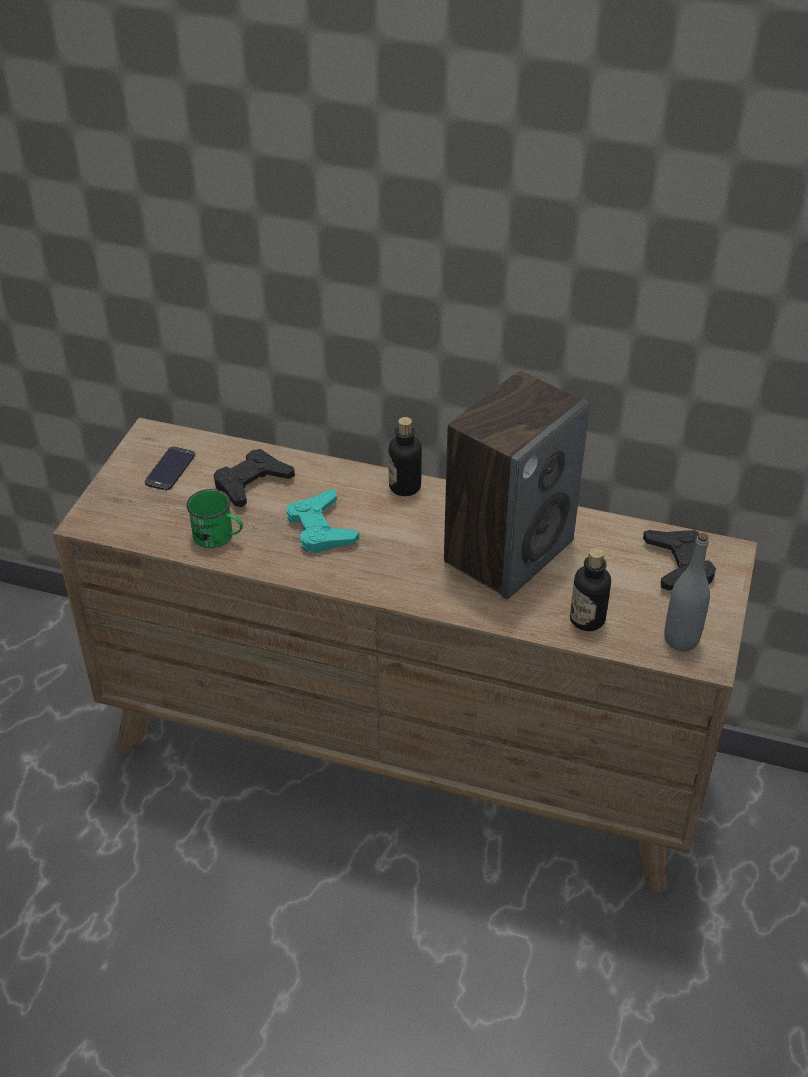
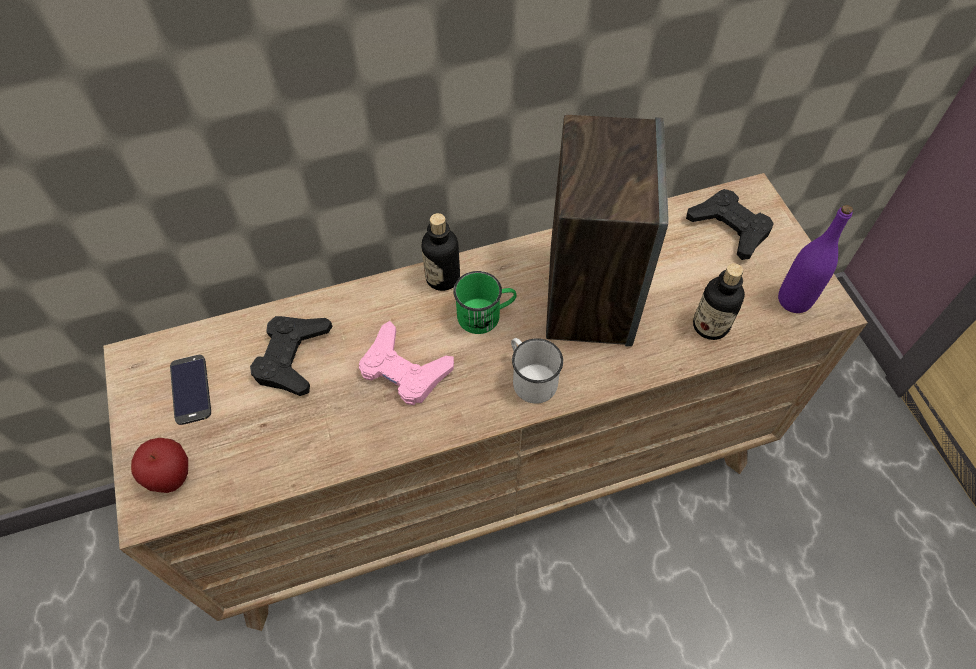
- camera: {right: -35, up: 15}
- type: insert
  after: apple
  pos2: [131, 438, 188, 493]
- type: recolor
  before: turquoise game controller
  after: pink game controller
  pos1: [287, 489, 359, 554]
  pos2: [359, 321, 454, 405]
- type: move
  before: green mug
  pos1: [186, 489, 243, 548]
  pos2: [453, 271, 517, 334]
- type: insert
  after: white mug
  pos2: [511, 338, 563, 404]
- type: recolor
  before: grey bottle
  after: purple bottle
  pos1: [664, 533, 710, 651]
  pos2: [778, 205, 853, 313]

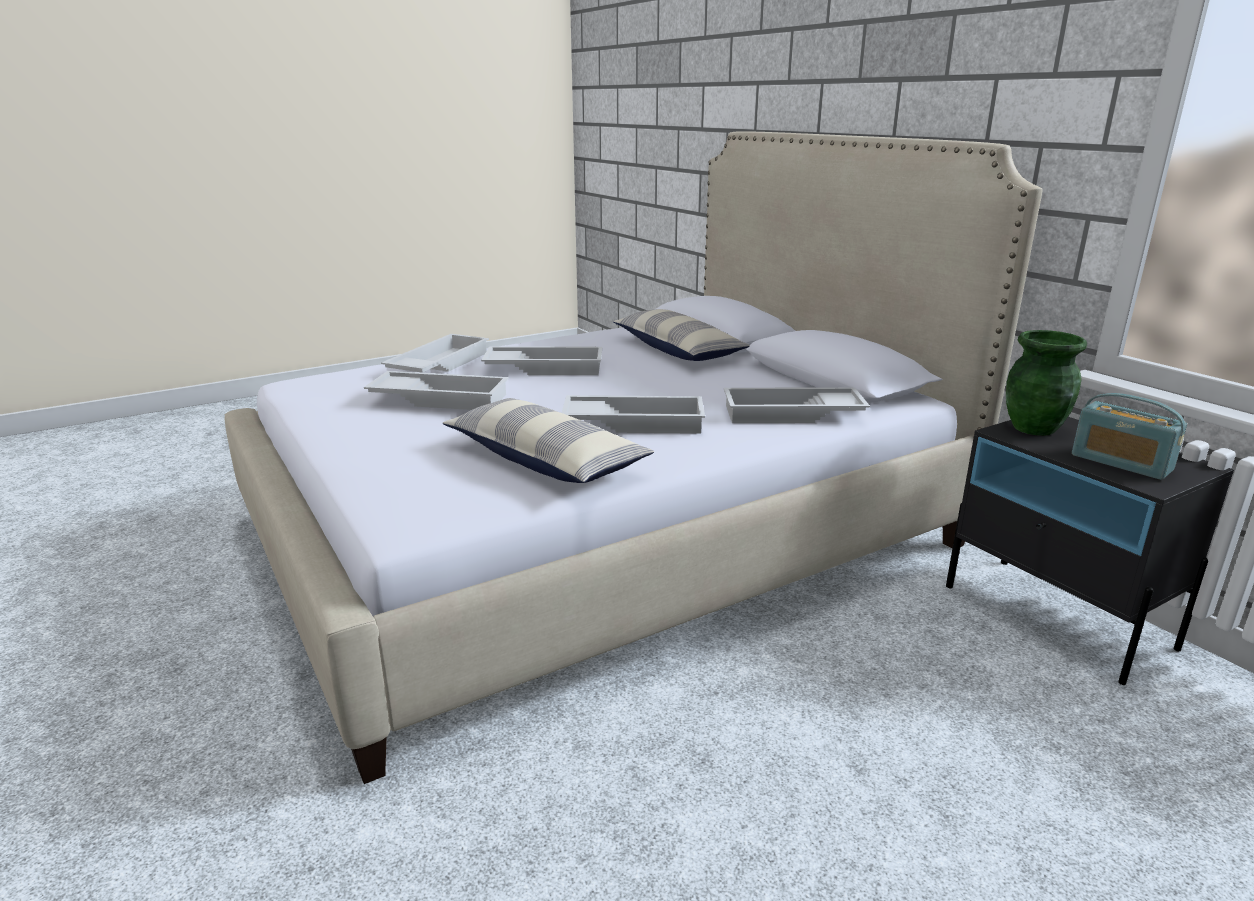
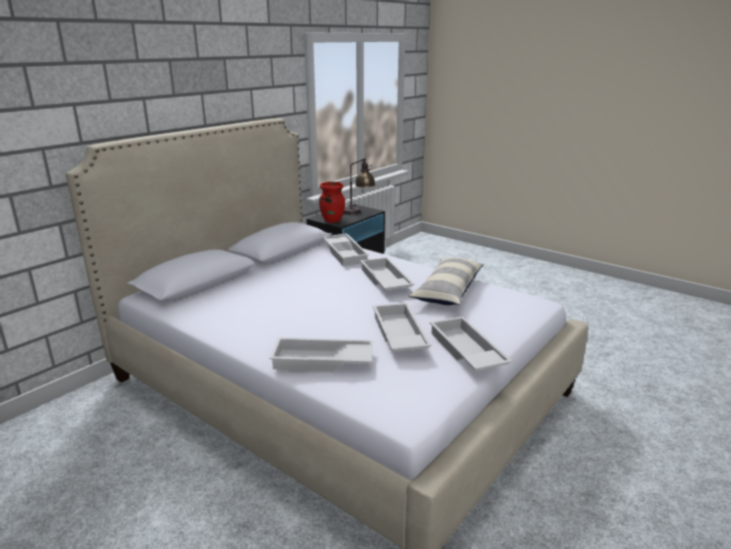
- camera: {right: -110, up: 0}
- type: recolor
  before: green vase
  after: red vase
  pos1: [1006, 330, 1087, 436]
  pos2: [319, 182, 345, 223]
- type: replace
  before: radio
  after: table lamp
  pos1: [1072, 393, 1187, 480]
  pos2: [343, 158, 376, 215]
- type: move
  before: white tray
  pos1: [481, 346, 603, 375]
  pos2: [430, 316, 512, 371]
- type: delete
  before: pillow
  pos1: [613, 309, 750, 361]

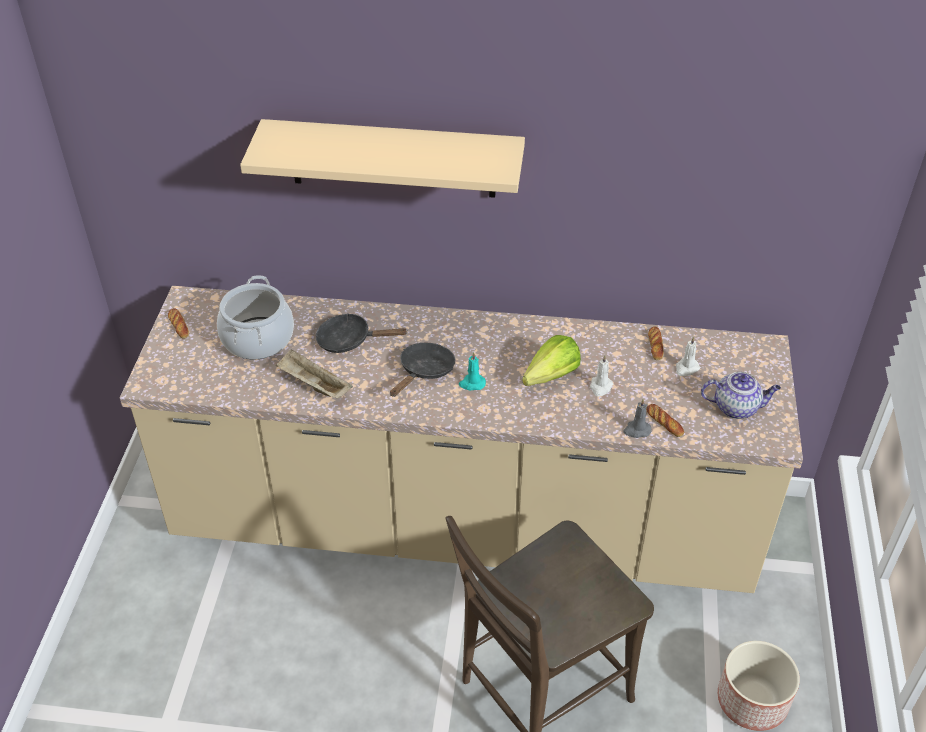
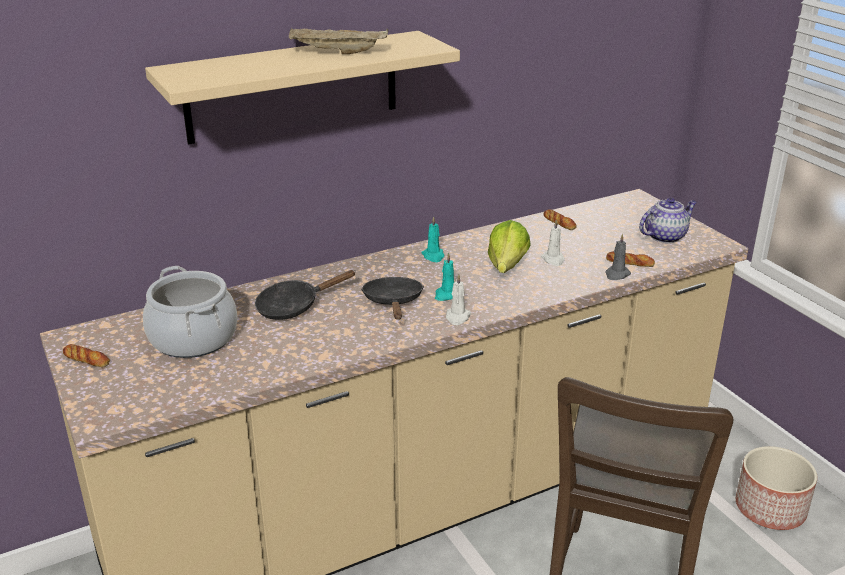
- camera: {right: -35, up: -15}
- type: move
  before: beige tray
  pos1: [276, 349, 353, 399]
  pos2: [289, 28, 388, 54]
- type: insert
  after: turquoise candle
  pos2: [421, 216, 444, 262]
- type: move
  before: white candle
  pos1: [676, 336, 700, 376]
  pos2: [446, 274, 471, 325]

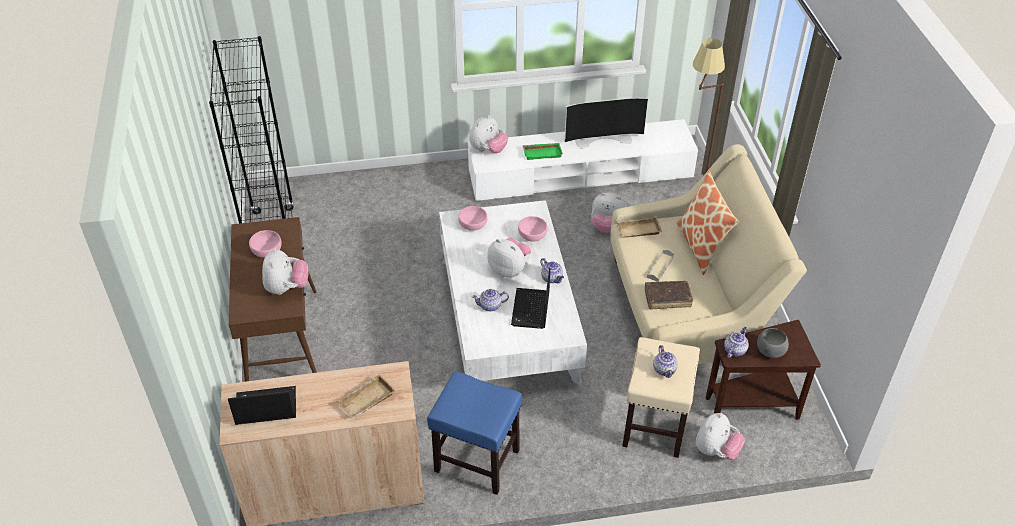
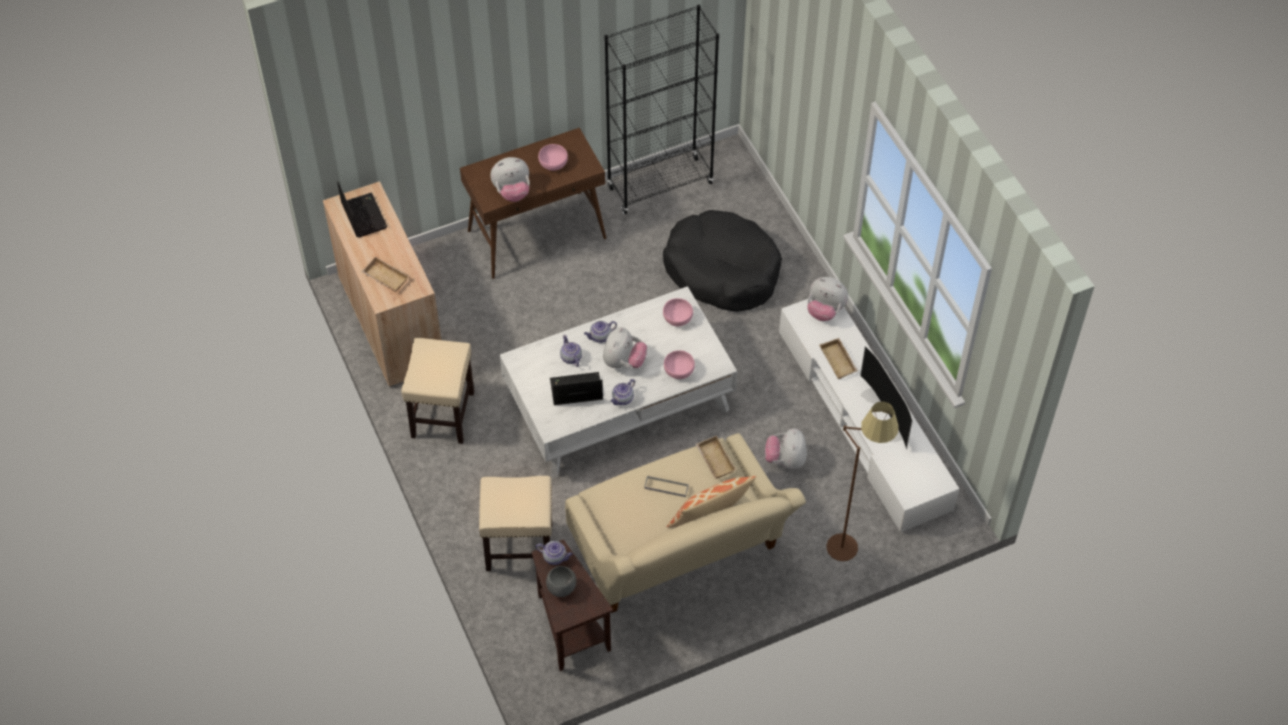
- camera: {right: 75, up: 10}
- type: recolor
  before: blue stool
  after: beige stool
  pos1: [427, 371, 522, 495]
  pos2: [401, 337, 474, 444]
- type: move
  before: teapot
  pos1: [653, 345, 678, 378]
  pos2: [584, 321, 617, 343]
- type: insert
  after: black dog bed
  pos2: [663, 210, 782, 312]
- type: recolor
  before: green tray
  after: beige tray
  pos1: [523, 143, 563, 160]
  pos2: [819, 338, 858, 379]
- type: delete
  before: brown book
  pos1: [645, 281, 693, 310]
- type: delete
  before: plush toy
  pos1: [696, 413, 745, 460]

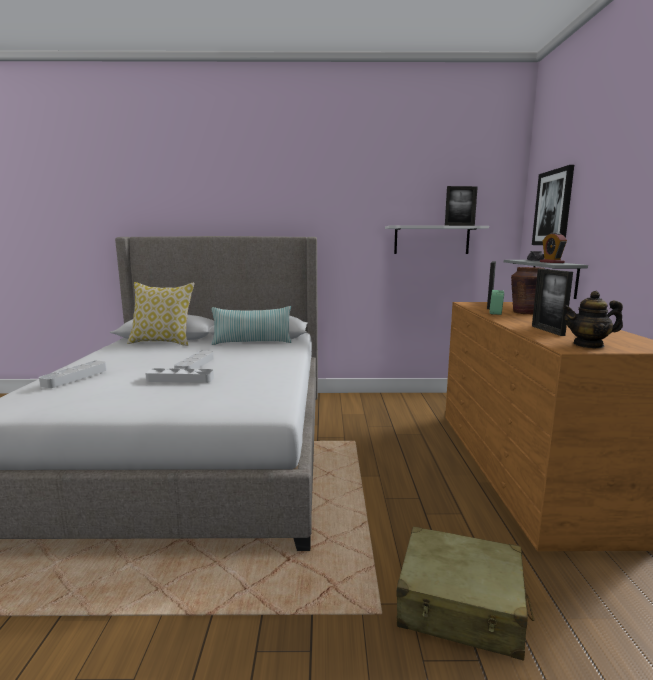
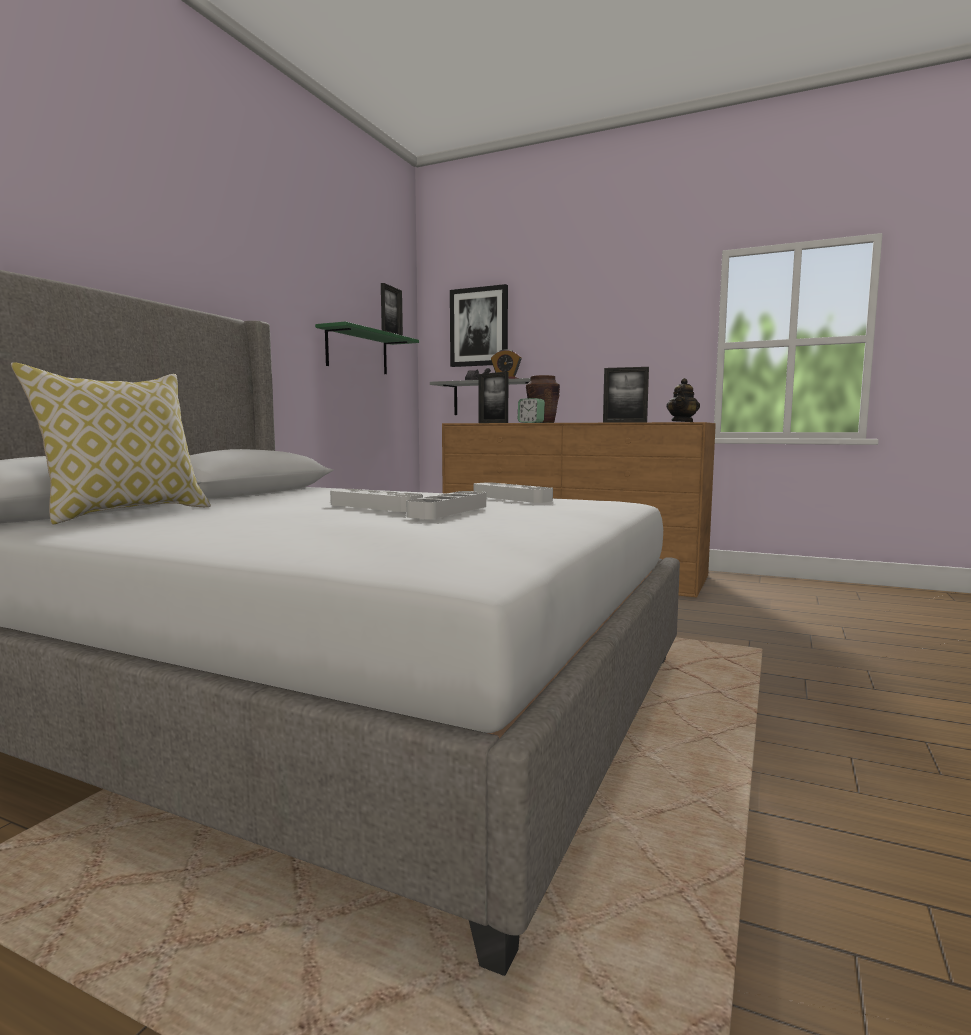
- camera: {right: -65, up: -5}
- type: recolor
  before: white shelf
  after: green shelf
  pos1: [385, 226, 489, 254]
  pos2: [315, 321, 419, 374]
- type: move
  before: grey tray
  pos1: [39, 361, 107, 388]
  pos2: [474, 482, 553, 503]
- type: delete
  before: pillow
  pos1: [211, 306, 291, 345]
- type: delete
  before: beige suitcase
  pos1: [396, 526, 534, 661]

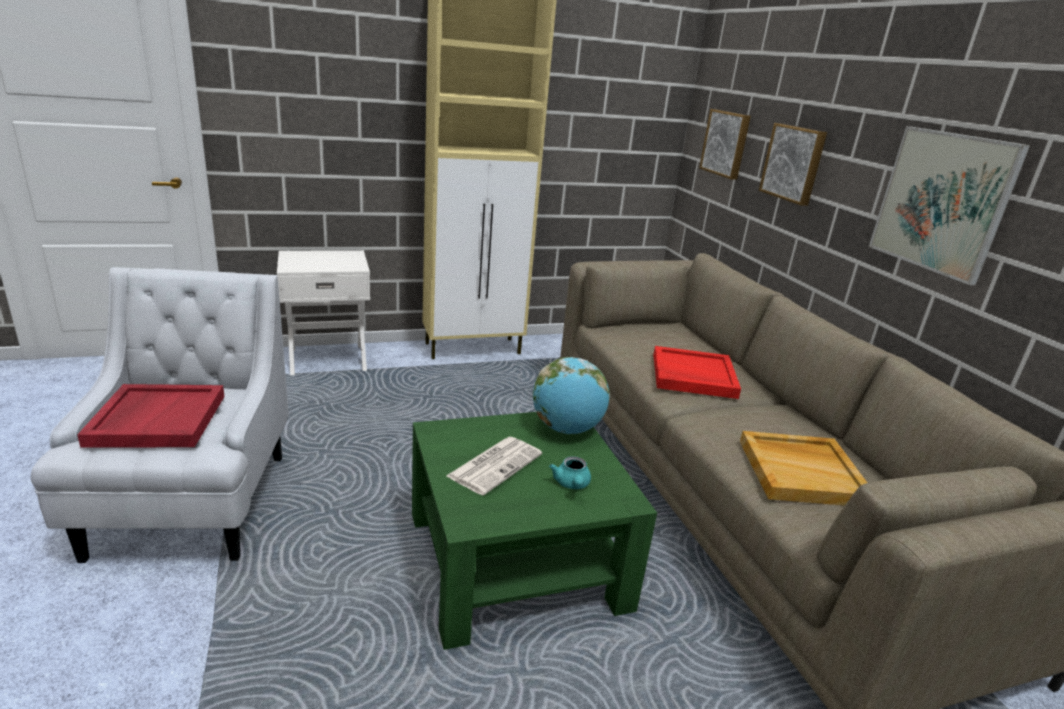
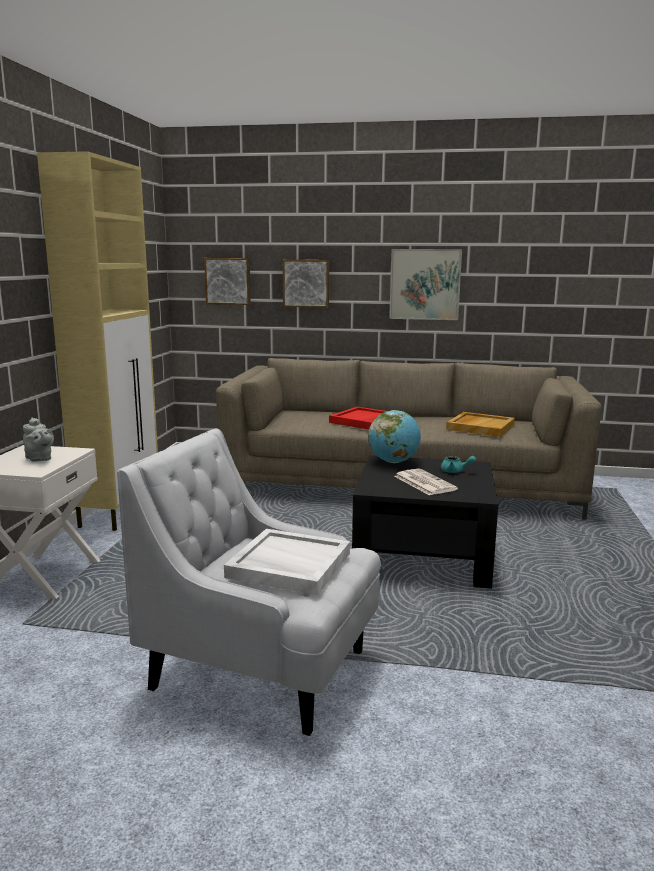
- camera: {right: -60, up: -10}
- type: insert
  after: grey teapot
  pos2: [23, 418, 54, 462]
- type: recolor
  before: red tray
  after: white tray
  pos1: [77, 384, 225, 448]
  pos2: [224, 529, 350, 595]
- type: recolor
  before: green coffee table
  after: black coffee table
  pos1: [412, 412, 657, 650]
  pos2: [352, 455, 498, 589]

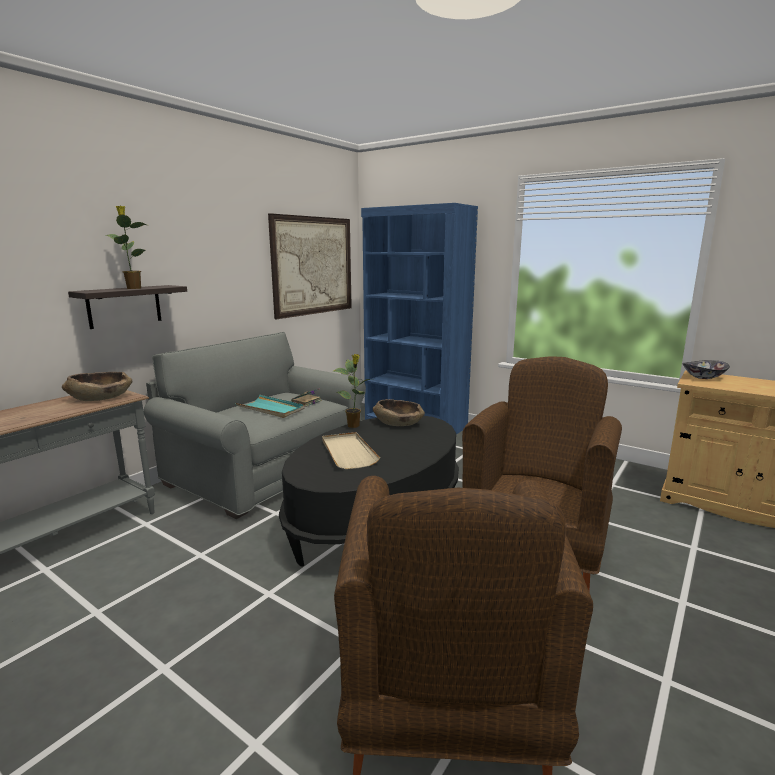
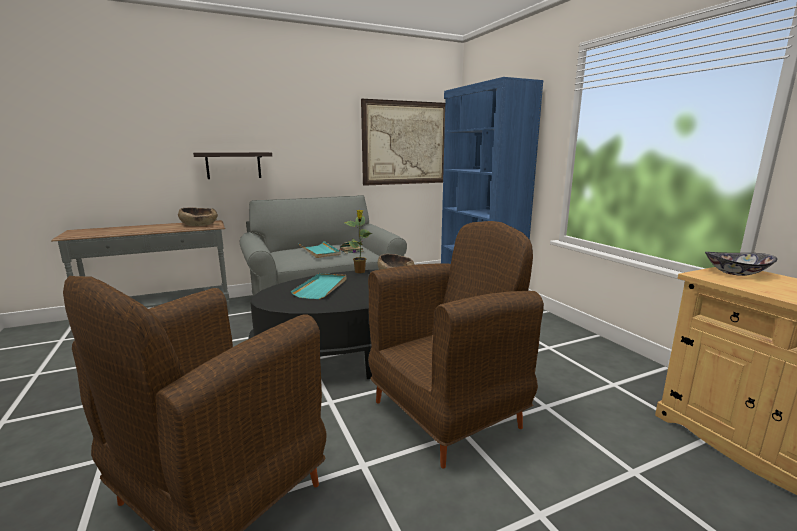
- camera: {right: 30, up: 0}
- type: recolor
  before: beige tray
  after: turquoise tray
  pos1: [322, 432, 380, 469]
  pos2: [291, 273, 346, 299]
- type: delete
  before: potted plant
  pos1: [106, 206, 147, 289]

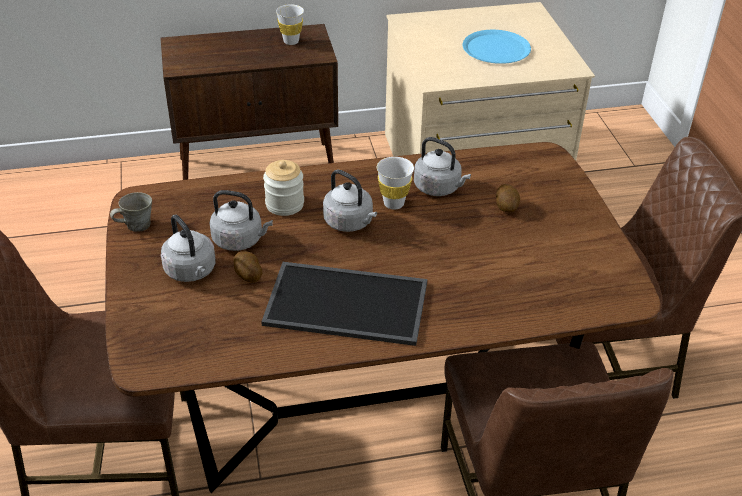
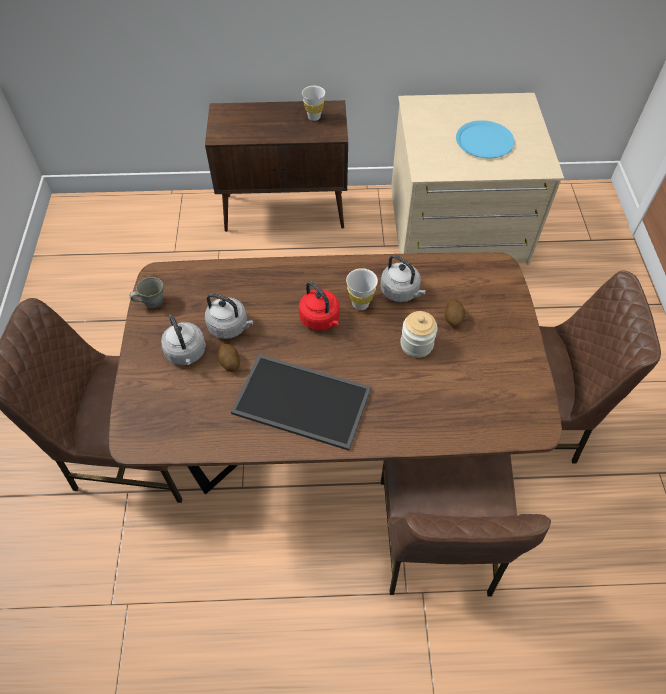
- camera: {right: 10, up: 15}
- type: recolor
  before: grey kettle
  after: red kettle
  pos1: [323, 170, 377, 232]
  pos2: [299, 281, 340, 331]
- type: move
  before: jar
  pos1: [263, 160, 304, 216]
  pos2: [400, 311, 438, 358]

